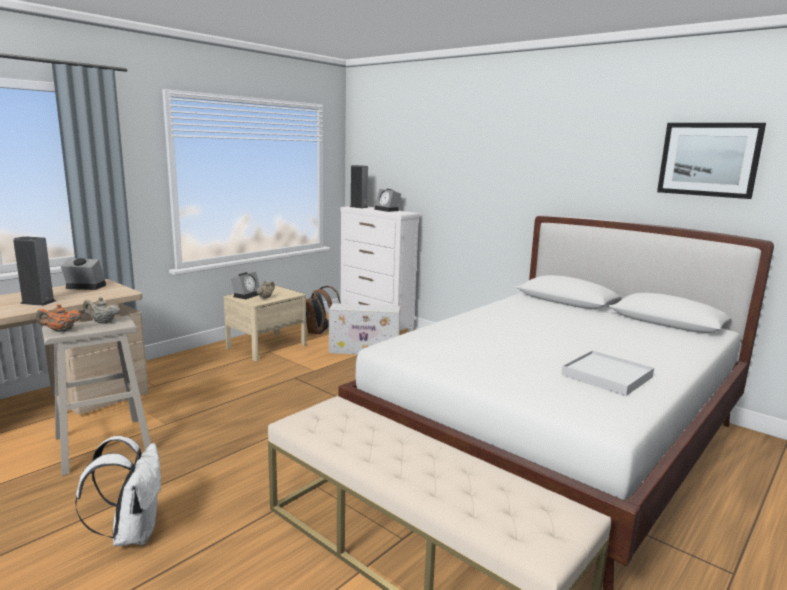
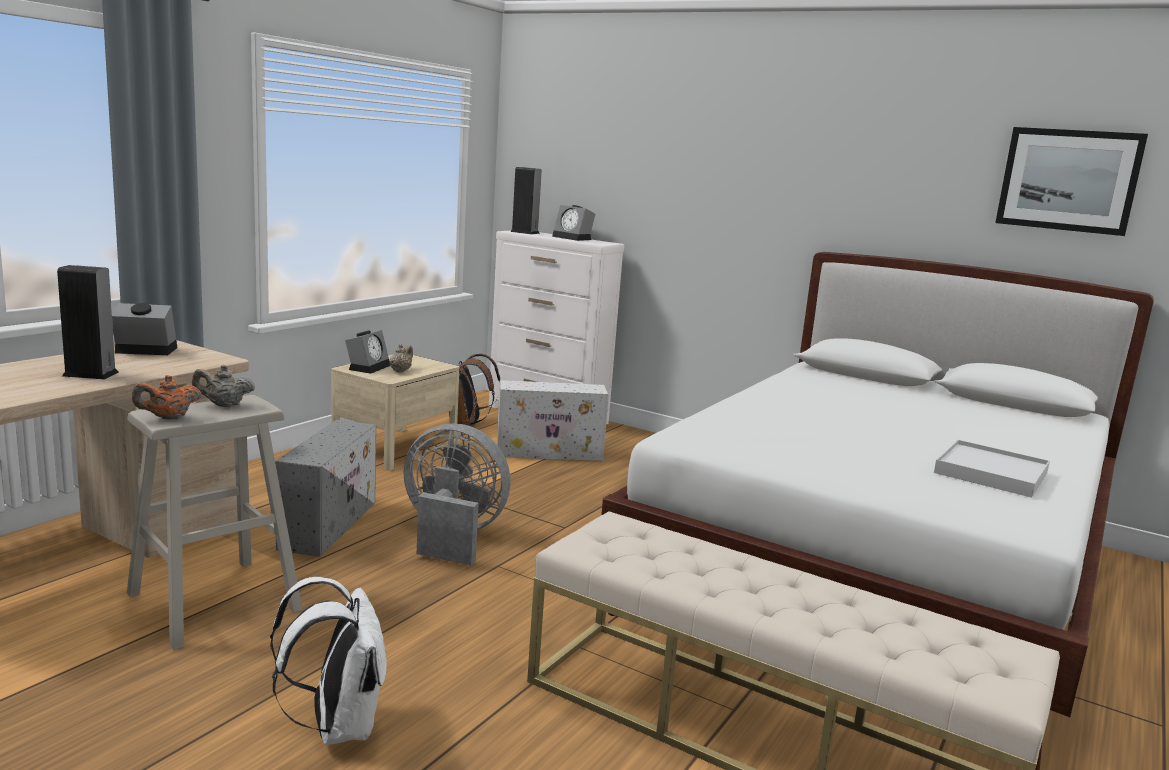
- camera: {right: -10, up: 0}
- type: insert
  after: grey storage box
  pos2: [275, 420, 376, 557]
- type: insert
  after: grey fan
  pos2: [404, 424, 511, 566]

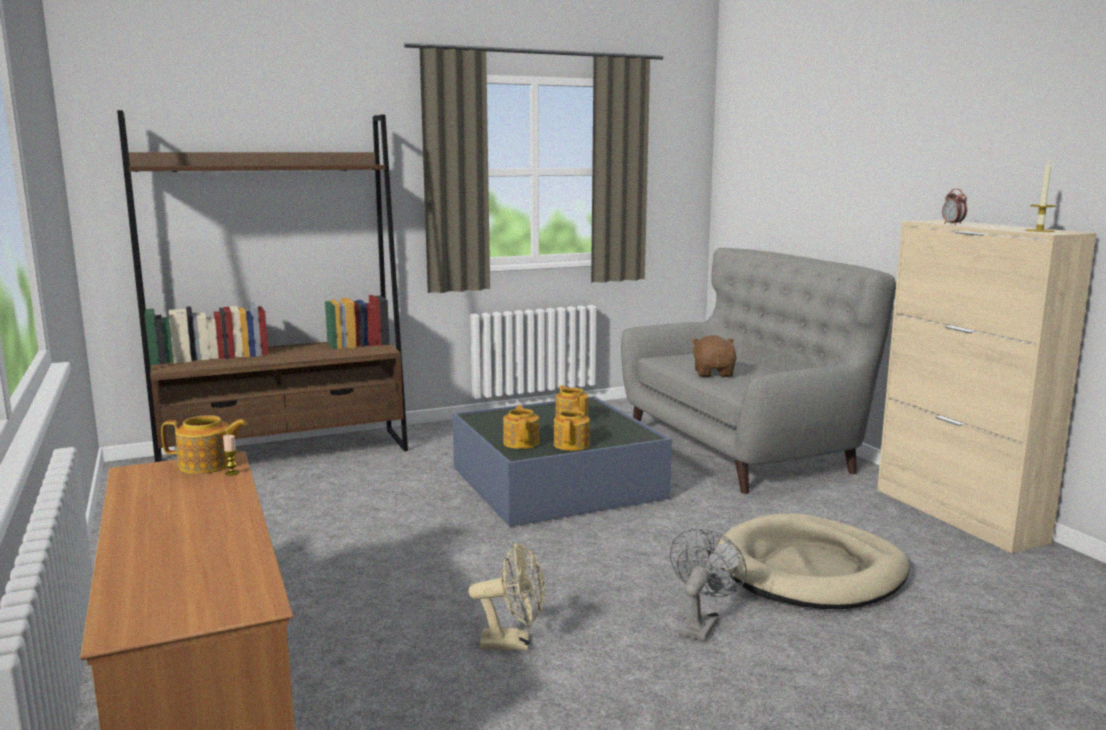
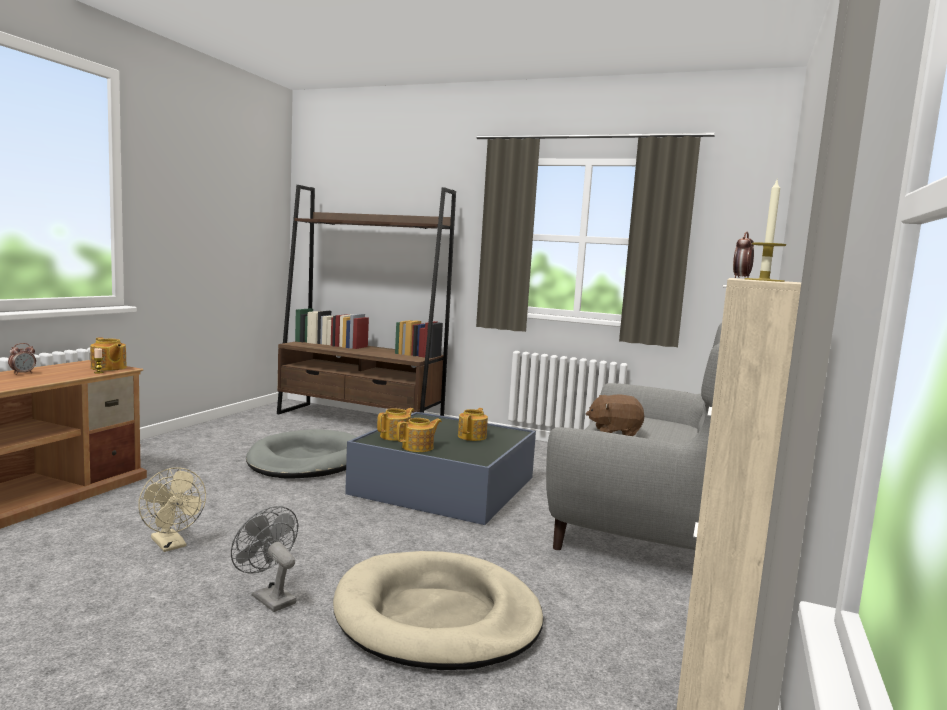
- camera: {right: 45, up: -5}
- type: insert
  after: alarm clock
  pos2: [8, 343, 36, 375]
- type: rotate
  before: grey fan
  pos1: [670, 528, 747, 641]
  pos2: [231, 506, 299, 612]
  turn: -120
- type: insert
  after: grey dog bed
  pos2: [246, 429, 357, 479]
- type: rotate
  before: brown plush toy
  pos1: [691, 335, 737, 377]
  pos2: [586, 394, 644, 436]
  turn: -135

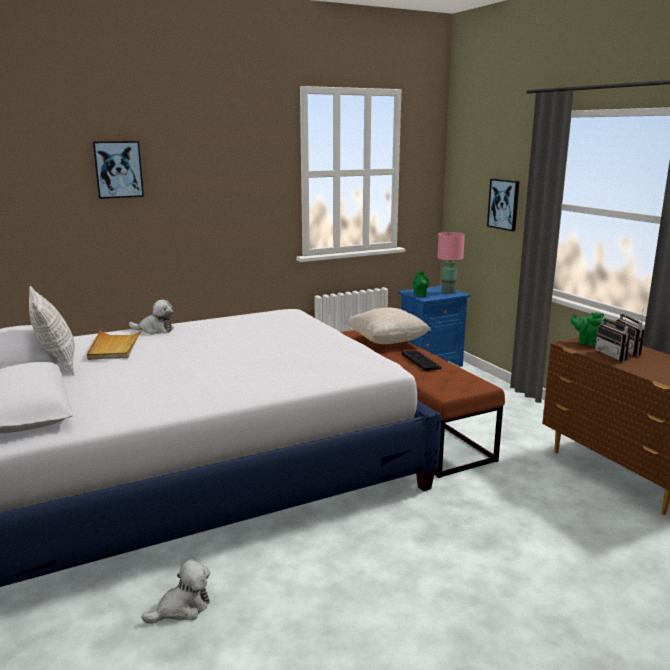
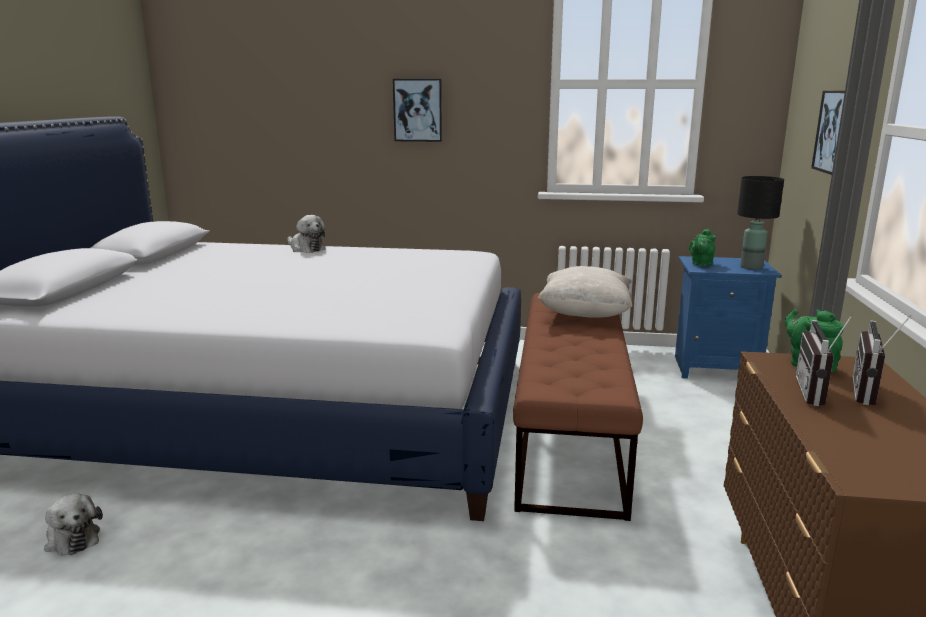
- camera: {right: 35, up: 0}
- type: rotate
  before: plush toy
  pos1: [141, 559, 210, 624]
  pos2: [44, 493, 103, 556]
  turn: 45
- type: move
  before: picture
  pos1: [93, 141, 144, 199]
  pos2: [393, 79, 442, 142]
- type: recolor
  before: pink table lamp
  after: black table lamp
  pos1: [437, 232, 465, 294]
  pos2: [737, 176, 784, 270]
- type: delete
  before: pillow
  pos1: [29, 286, 75, 375]
- type: delete
  before: beige tray
  pos1: [87, 328, 143, 360]
- type: delete
  before: keyboard
  pos1: [402, 351, 442, 371]

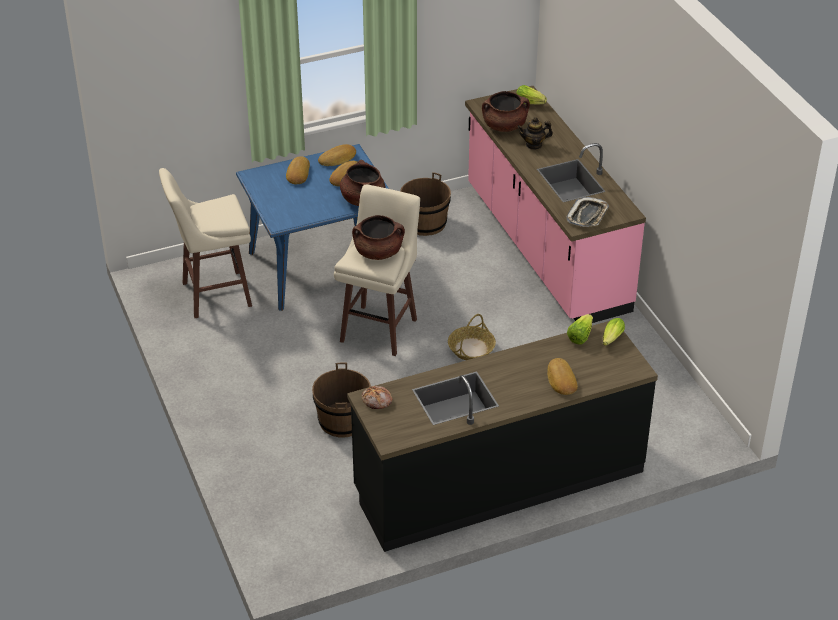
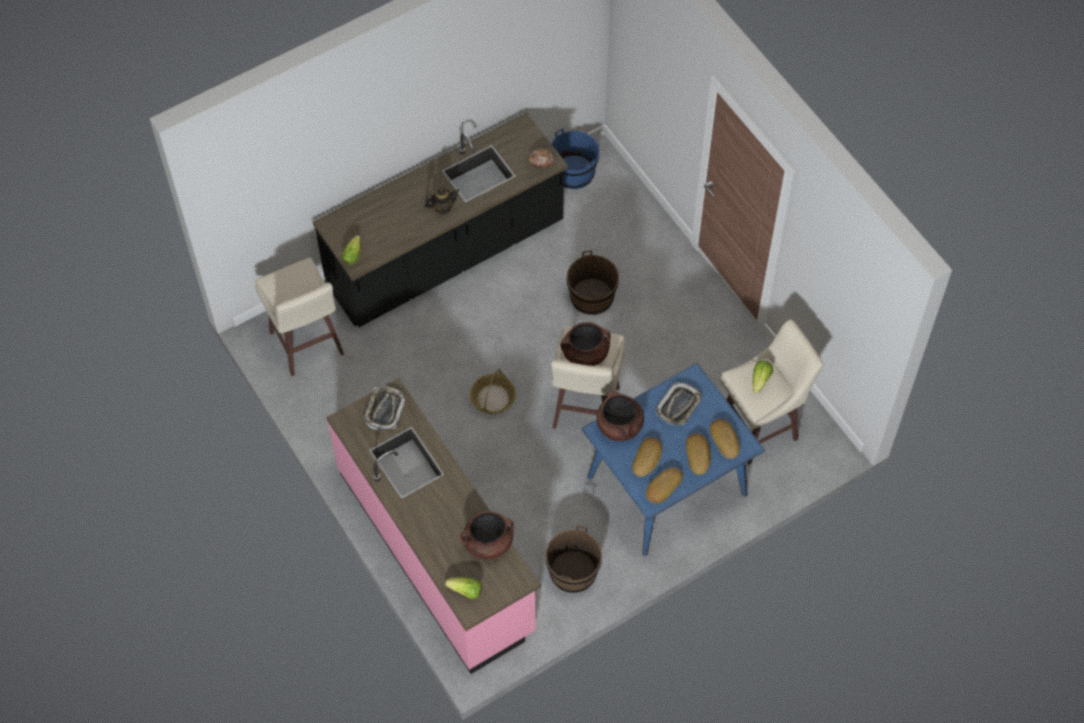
- camera: {right: 170, up: 20}
- type: insert
  after: beige stool
  pos2: [255, 258, 344, 376]
- type: move
  before: teapot
  pos1: [517, 117, 553, 150]
  pos2: [424, 187, 459, 214]
- type: insert
  after: blue bucket
  pos2: [551, 128, 600, 189]
- type: insert
  after: tray
  pos2: [656, 382, 702, 425]
- type: move
  before: bread
  pos1: [547, 358, 578, 395]
  pos2: [710, 419, 740, 459]
- type: move
  before: lettuce
  pos1: [567, 314, 593, 344]
  pos2: [753, 361, 773, 393]

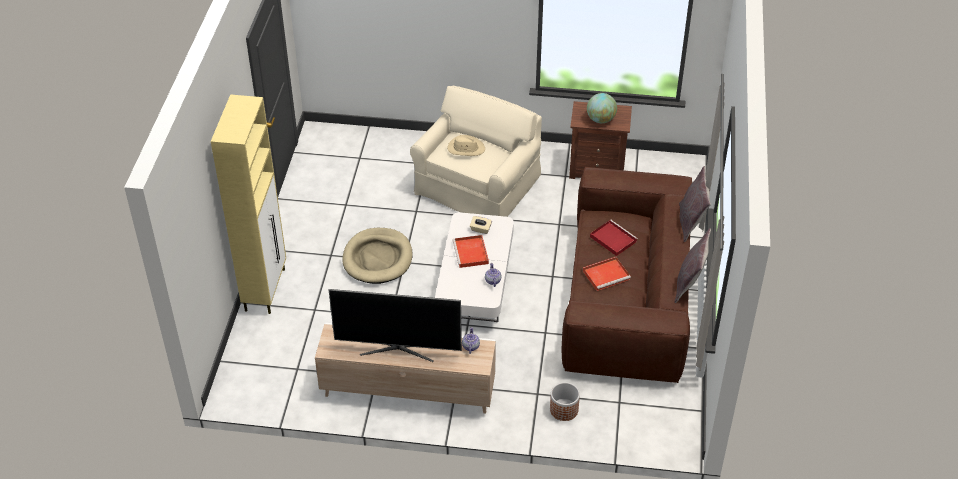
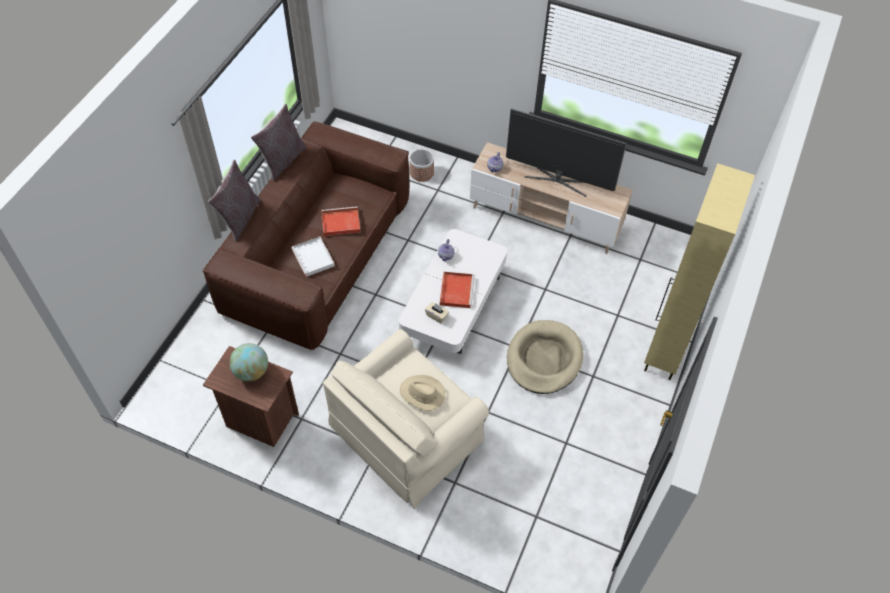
- camera: {right: -165, up: 10}
- type: recolor
  before: red tray
  after: white tray
  pos1: [590, 220, 638, 256]
  pos2: [291, 237, 335, 277]

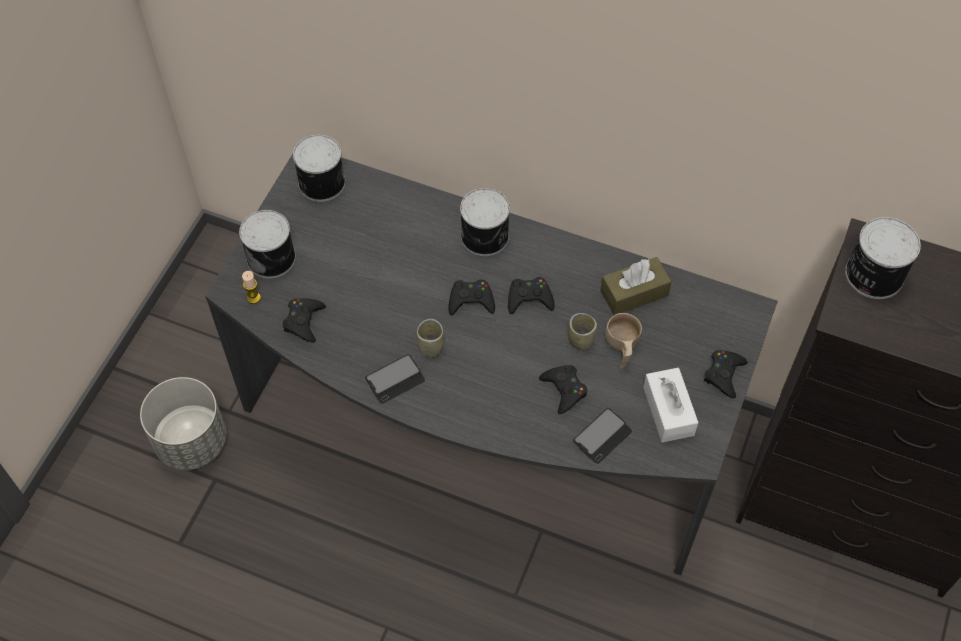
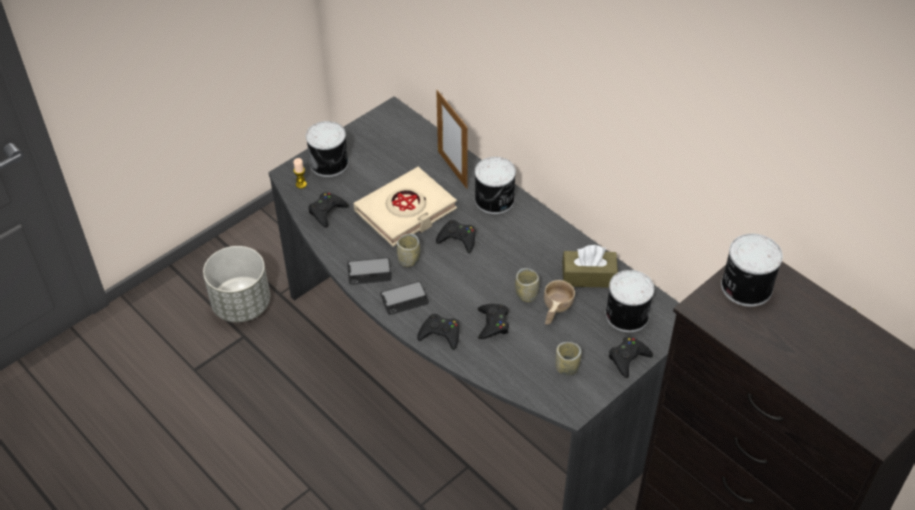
- camera: {right: 25, up: -10}
- type: insert
  after: beige book
  pos2: [353, 167, 457, 247]
- type: move
  before: phone
  pos1: [573, 408, 632, 464]
  pos2: [380, 281, 429, 315]
- type: move
  before: black game controller
  pos1: [508, 277, 554, 314]
  pos2: [417, 314, 459, 350]
- type: insert
  after: picture frame
  pos2: [436, 90, 468, 189]
- type: replace
  before: white tissue box
  after: cup
  pos1: [643, 368, 698, 443]
  pos2: [556, 342, 582, 375]
- type: move
  before: can
  pos1: [293, 135, 345, 202]
  pos2: [605, 270, 654, 332]

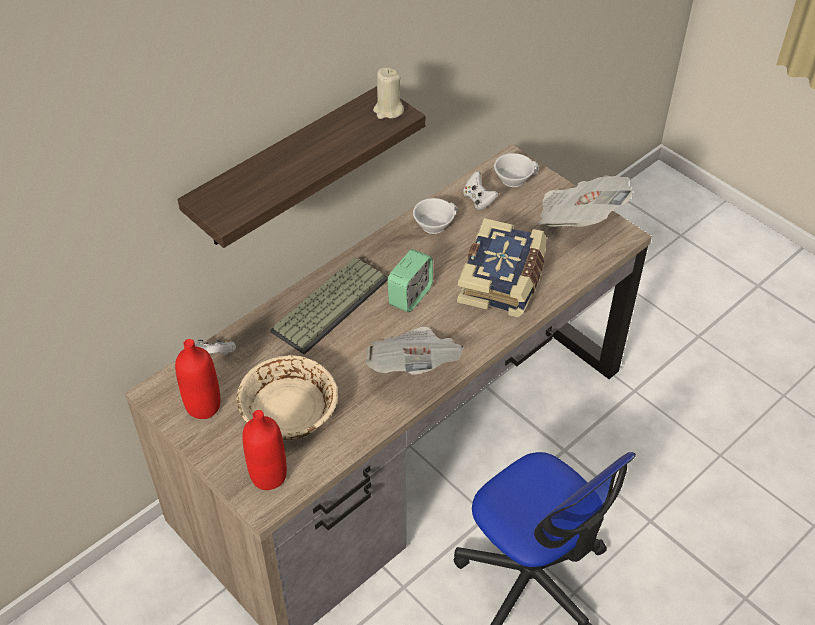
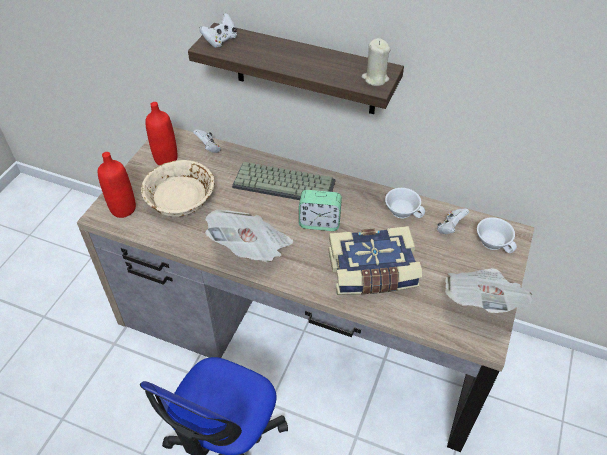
- camera: {right: 65, up: 0}
- type: insert
  after: white game controller
  pos2: [199, 13, 237, 48]

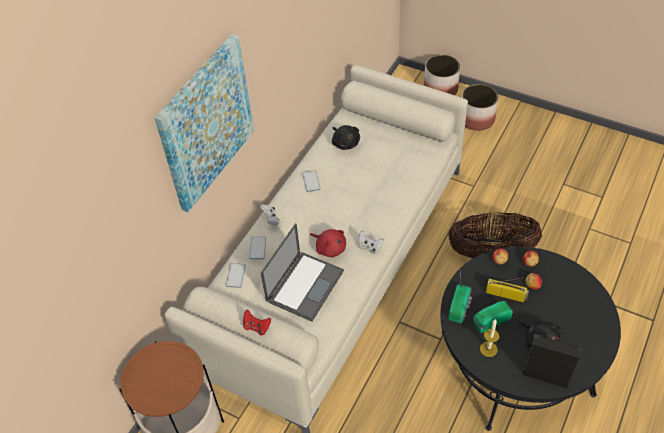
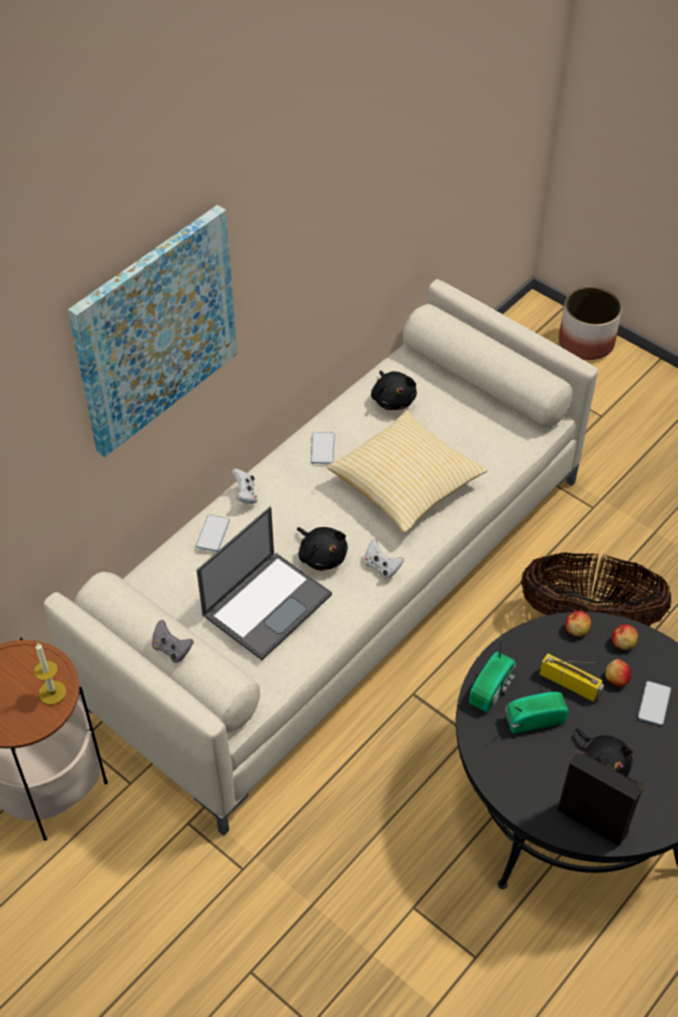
- camera: {right: 10, up: 0}
- type: move
  before: candle
  pos1: [480, 320, 499, 357]
  pos2: [34, 643, 66, 705]
- type: recolor
  before: red game controller
  after: grey game controller
  pos1: [243, 309, 271, 335]
  pos2: [152, 620, 194, 663]
- type: recolor
  before: red plush toy
  after: black plush toy
  pos1: [310, 229, 346, 257]
  pos2: [297, 527, 348, 571]
- type: insert
  after: pillow
  pos2: [327, 410, 488, 533]
- type: move
  before: phone
  pos1: [226, 263, 246, 288]
  pos2: [638, 681, 671, 726]
- type: delete
  before: planter
  pos1: [461, 84, 498, 131]

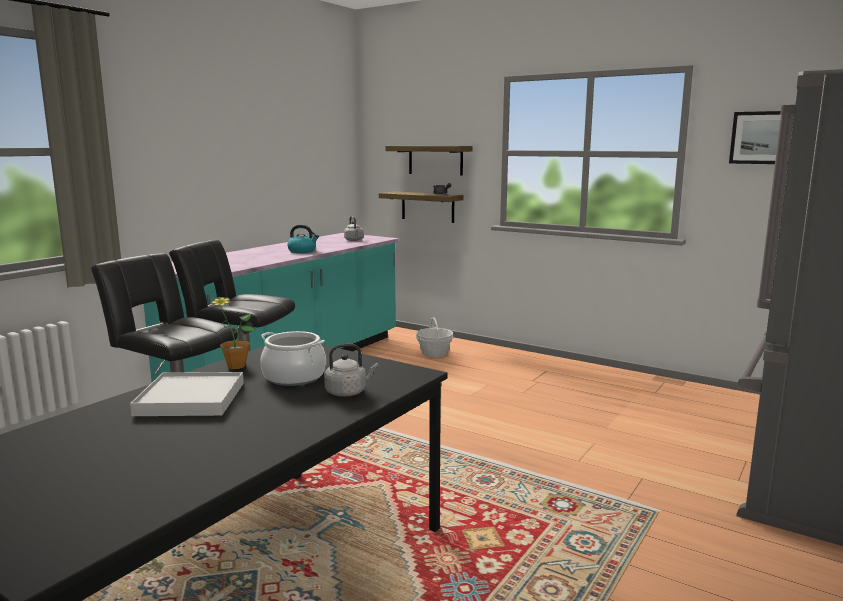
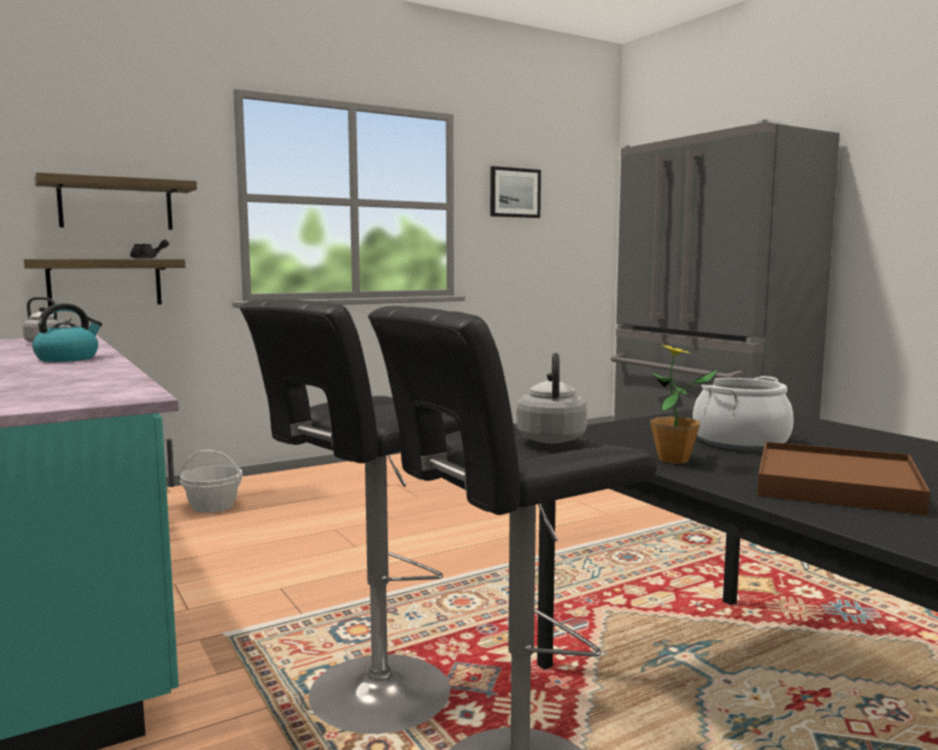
- camera: {right: -65, up: -5}
- type: move
  before: grey kettle
  pos1: [324, 343, 378, 397]
  pos2: [516, 353, 587, 444]
- type: recolor
  before: white tray
  after: brown tray
  pos1: [130, 372, 244, 416]
  pos2: [757, 442, 930, 515]

